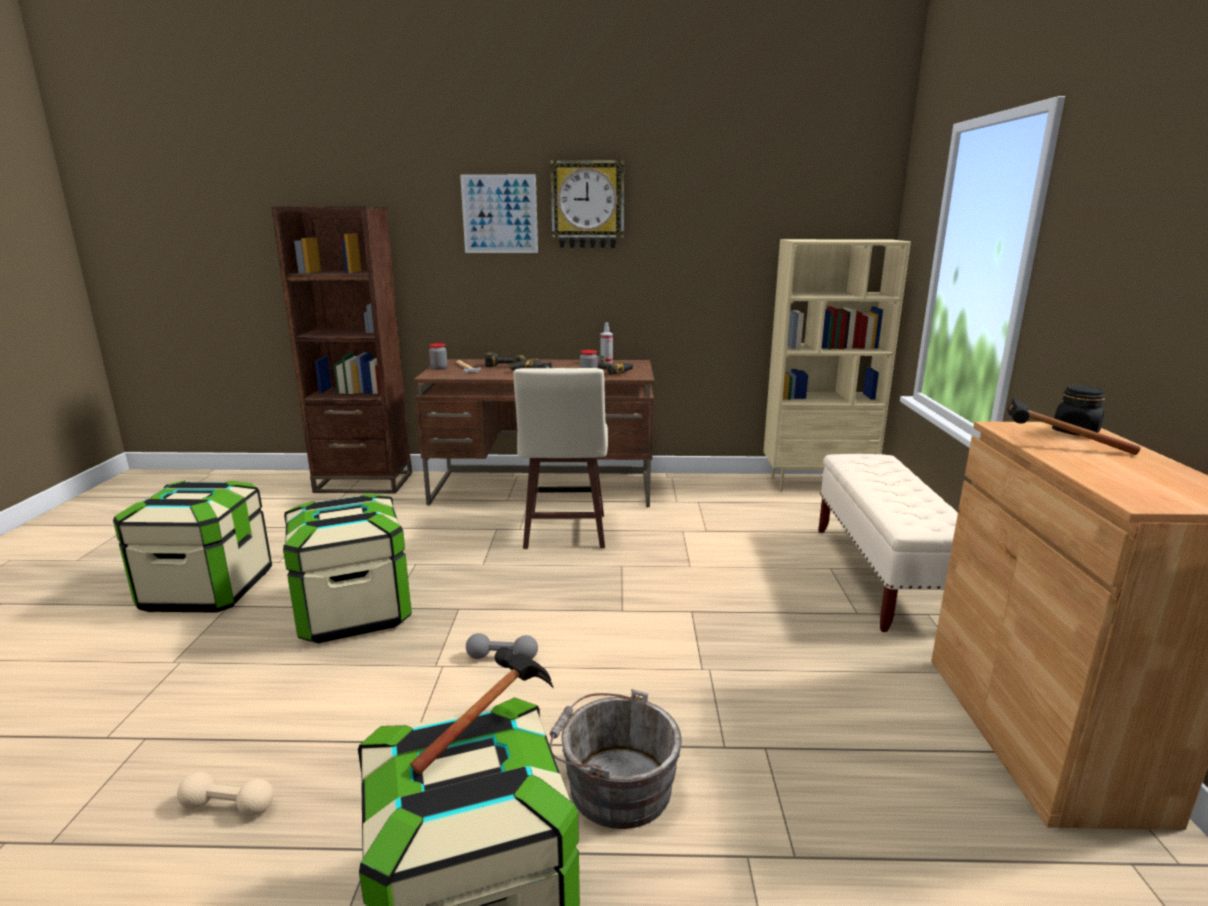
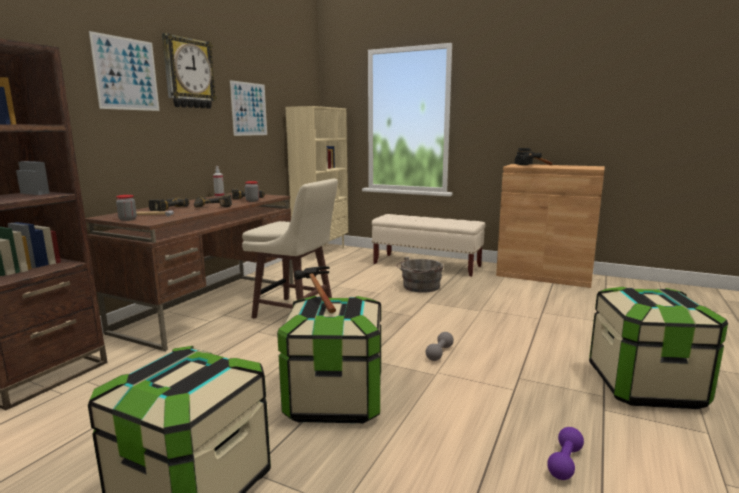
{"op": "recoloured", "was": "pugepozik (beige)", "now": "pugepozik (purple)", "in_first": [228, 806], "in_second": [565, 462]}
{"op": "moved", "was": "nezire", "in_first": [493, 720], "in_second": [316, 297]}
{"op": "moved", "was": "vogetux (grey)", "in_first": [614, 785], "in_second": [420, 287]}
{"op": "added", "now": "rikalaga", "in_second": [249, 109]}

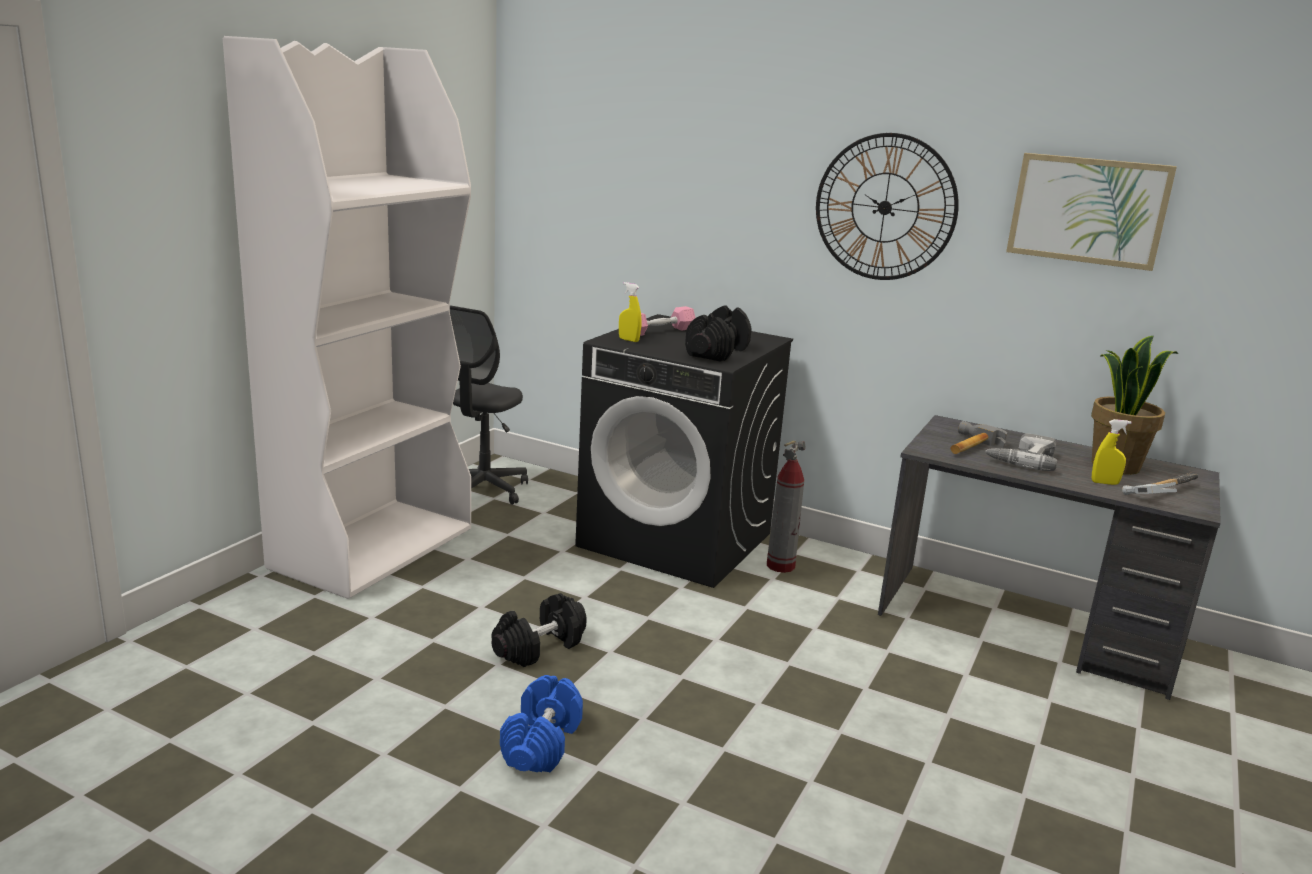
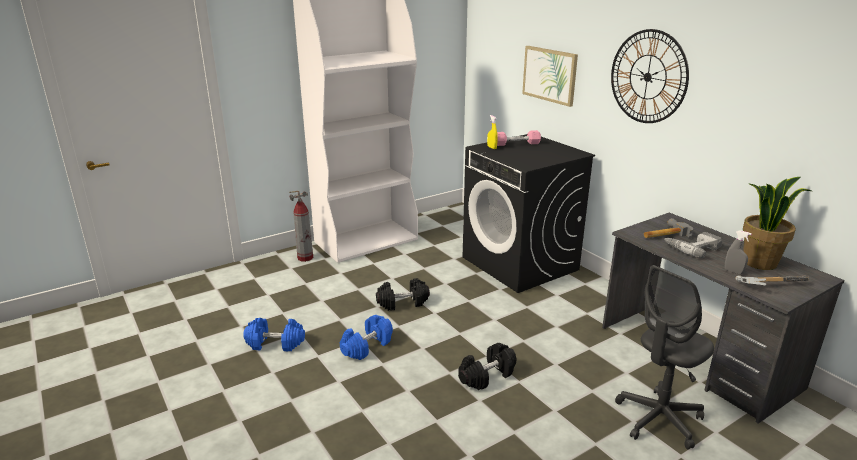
{"op": "moved", "was": "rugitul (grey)", "in_first": [483, 490], "in_second": [658, 419]}
{"op": "moved", "was": "pugepozik (black)", "in_first": [717, 352], "in_second": [487, 376]}
{"op": "moved", "was": "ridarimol", "in_first": [780, 565], "in_second": [305, 258]}
{"op": "moved", "was": "rikalaga", "in_first": [1088, 210], "in_second": [550, 75]}
{"op": "recoloured", "was": "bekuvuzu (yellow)", "now": "bekuvuzu (grey)", "in_first": [1104, 483], "in_second": [733, 272]}
{"op": "added", "now": "pugepozik (blue)", "in_second": [275, 343]}

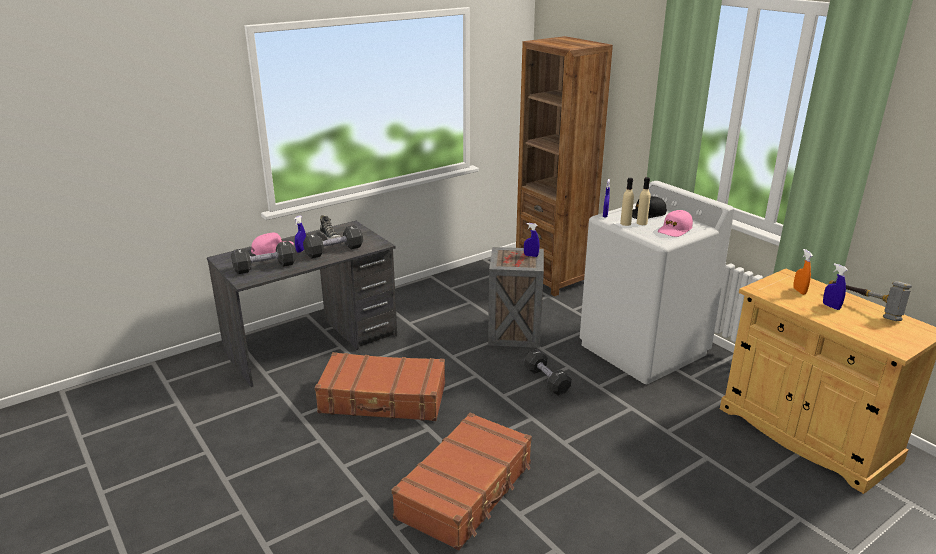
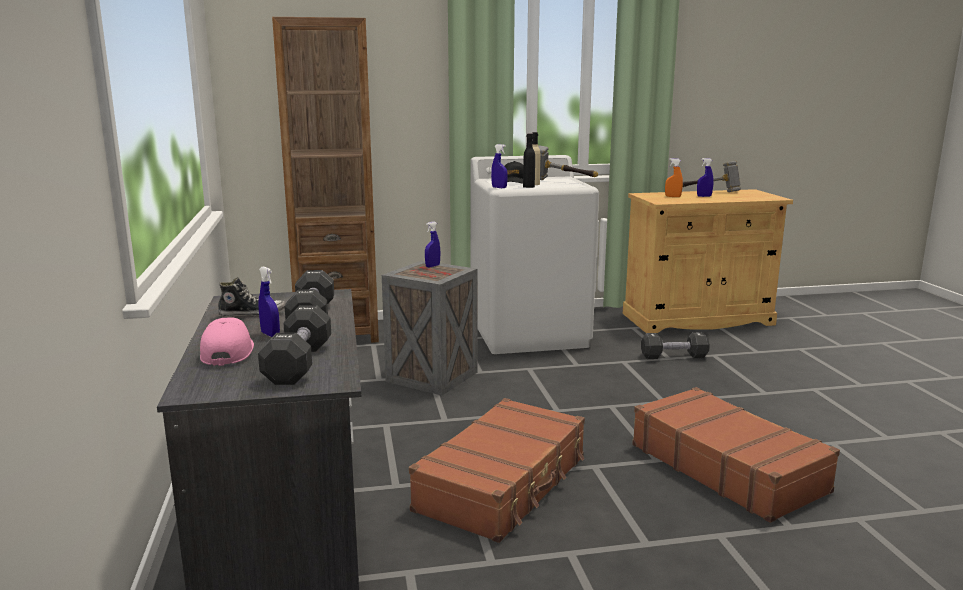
{"op": "moved", "was": "pugepozik (black)", "in_first": [546, 380], "in_second": [674, 356]}
{"op": "recoloured", "was": "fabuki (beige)", "now": "fabuki (black)", "in_first": [625, 223], "in_second": [528, 186]}
{"op": "replaced", "was": "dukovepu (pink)", "now": "nezire", "in_first": [674, 230], "in_second": [562, 181]}

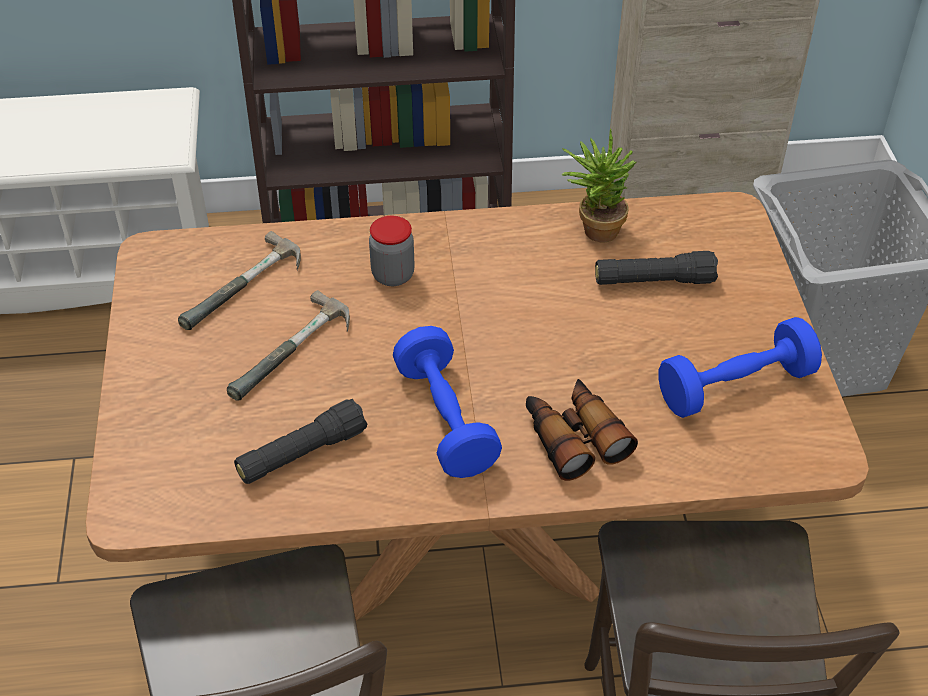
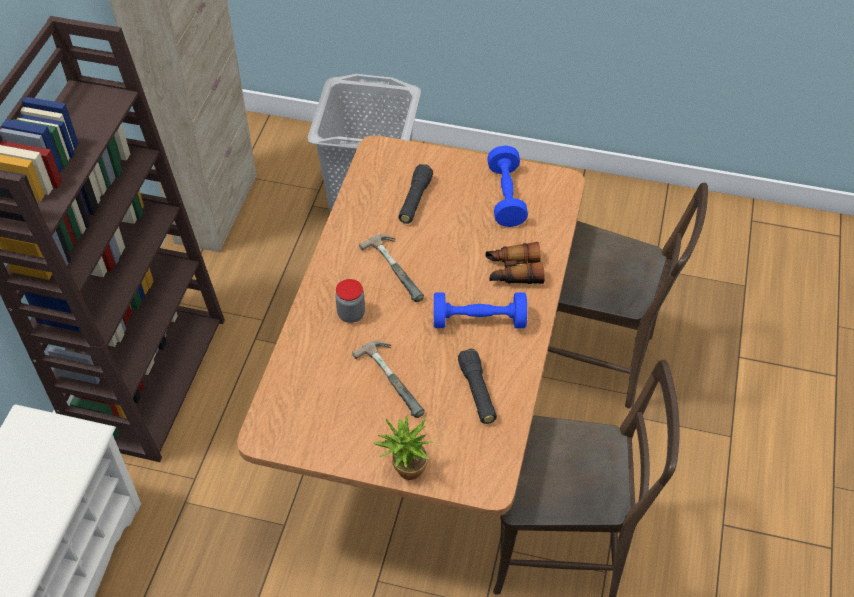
{"op": "moved", "was": "nezire", "in_first": [246, 290], "in_second": [399, 268]}
{"op": "moved", "was": "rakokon", "in_first": [594, 228], "in_second": [405, 472]}

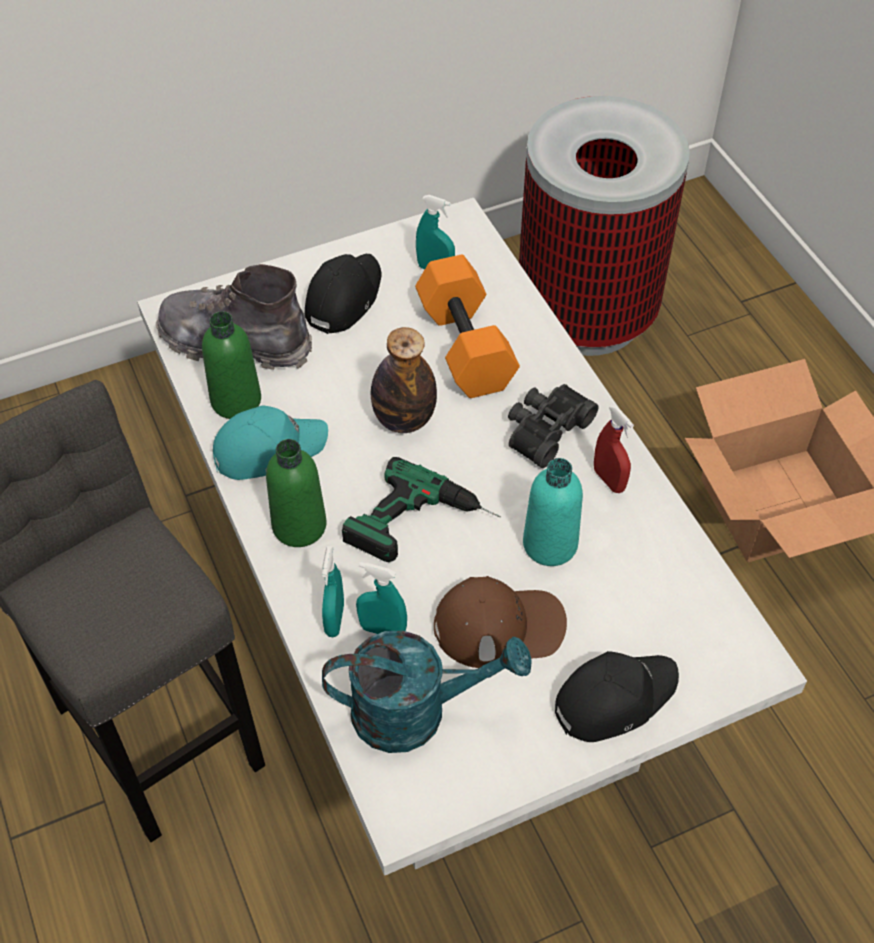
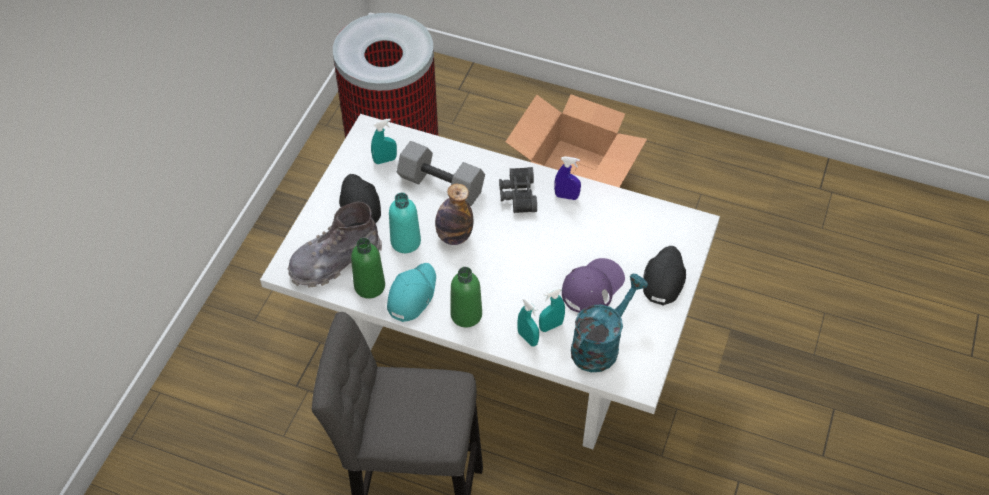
{"op": "removed", "was": "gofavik", "in_first": [424, 527]}
{"op": "recoloured", "was": "pugepozik (orange)", "now": "pugepozik (grey)", "in_first": [468, 346], "in_second": [442, 184]}
{"op": "recoloured", "was": "dukovepu (brown)", "now": "dukovepu (purple)", "in_first": [499, 625], "in_second": [592, 287]}
{"op": "moved", "was": "fabuki (turquoise)", "in_first": [550, 544], "in_second": [405, 242]}
{"op": "recoloured", "was": "bekuvuzu (red)", "now": "bekuvuzu (blue)", "in_first": [609, 480], "in_second": [566, 196]}

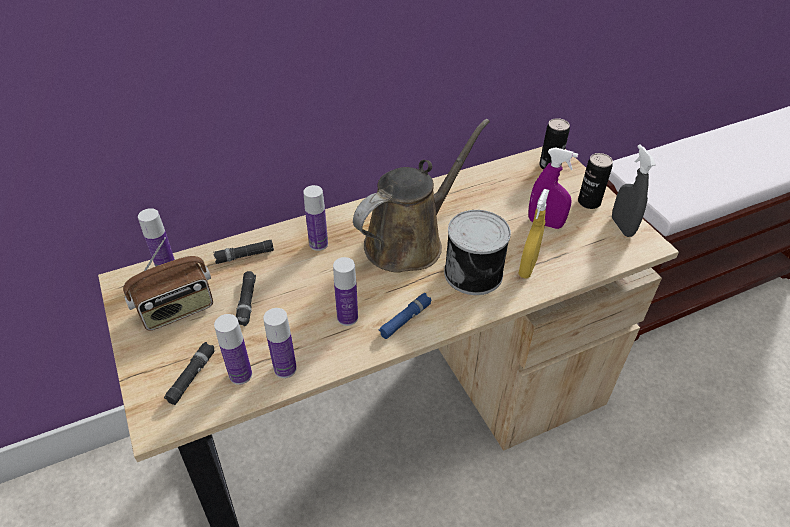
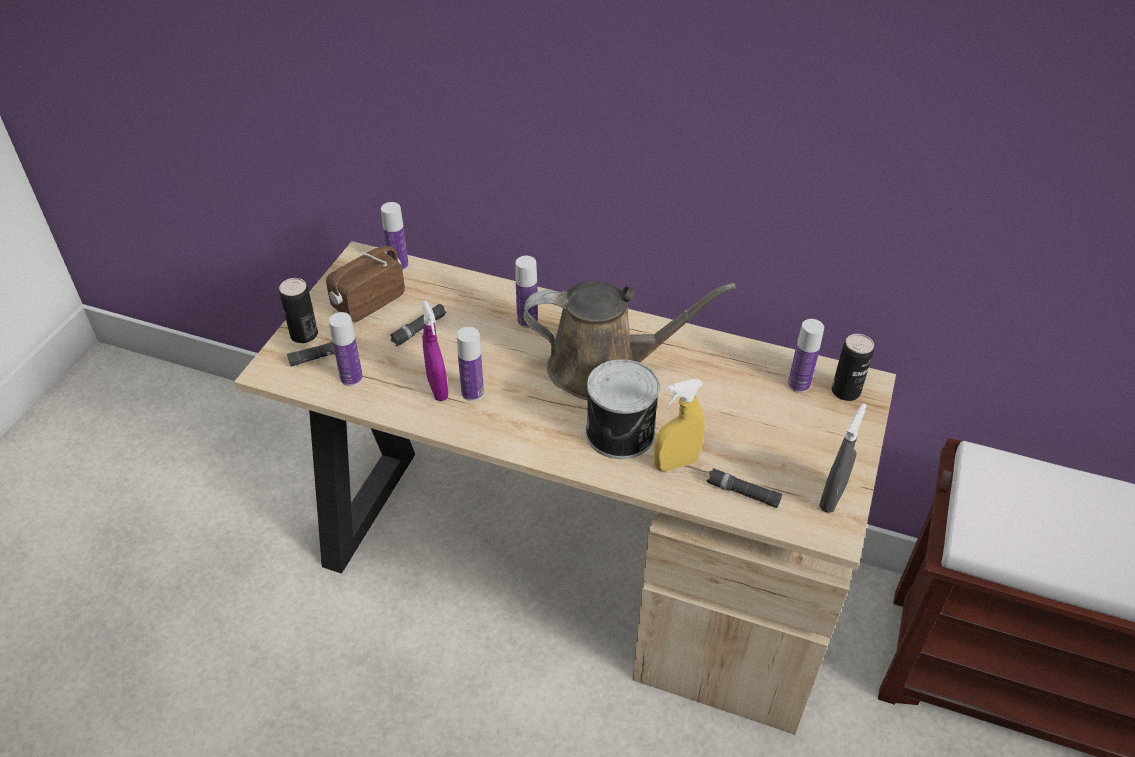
{"op": "turned", "was": "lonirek", "in_first": [177, 310], "in_second": [368, 302], "clockwise": 120}
{"op": "moved", "was": "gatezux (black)", "in_first": [244, 255], "in_second": [743, 493]}
{"op": "moved", "was": "fabuki", "in_first": [285, 368], "in_second": [798, 385]}
{"op": "removed", "was": "gatezux (blue)", "in_first": [405, 320]}
{"op": "moved", "was": "bekuvuzu (purple)", "in_first": [545, 223], "in_second": [437, 388]}
{"op": "moved", "was": "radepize", "in_first": [589, 202], "in_second": [304, 335]}

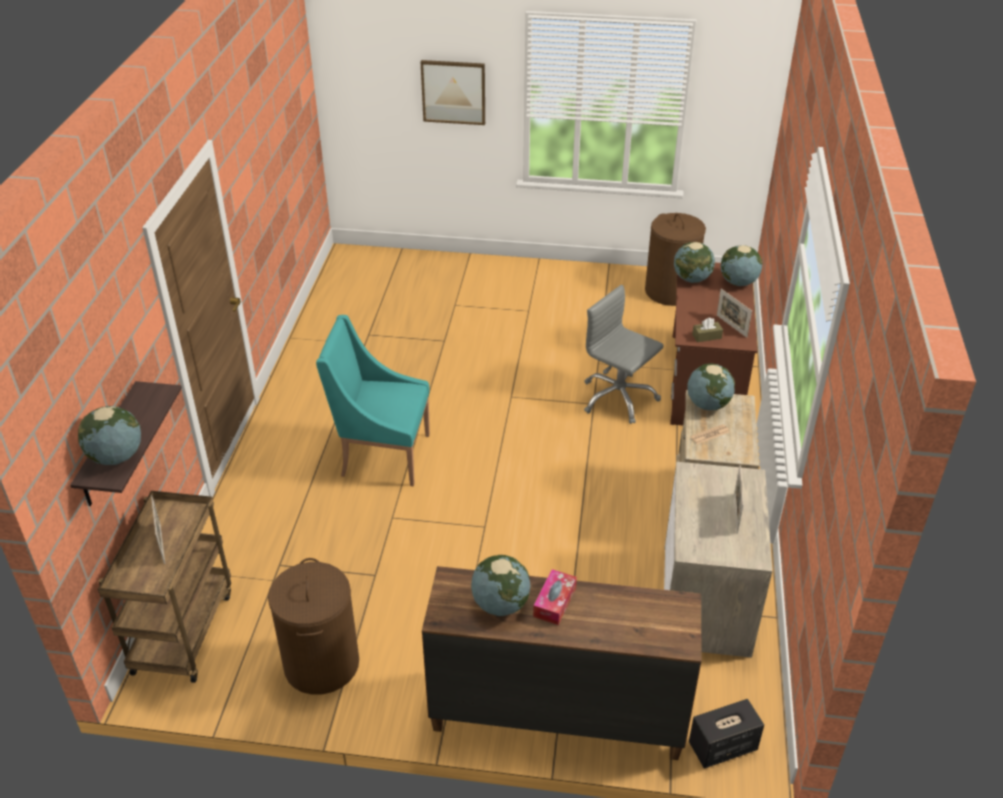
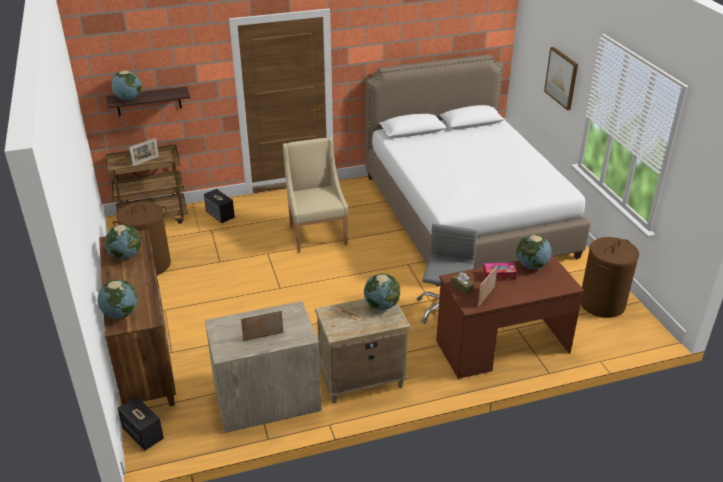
{"op": "recoloured", "was": "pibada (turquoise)", "now": "pibada (beige)", "in_first": [382, 455], "in_second": [316, 234]}
{"op": "moved", "was": "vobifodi", "in_first": [554, 602], "in_second": [499, 275]}
{"op": "moved", "was": "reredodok", "in_first": [738, 282], "in_second": [121, 314]}
{"op": "added", "now": "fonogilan", "in_second": [220, 215]}
{"op": "added", "now": "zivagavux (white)", "in_second": [465, 215]}

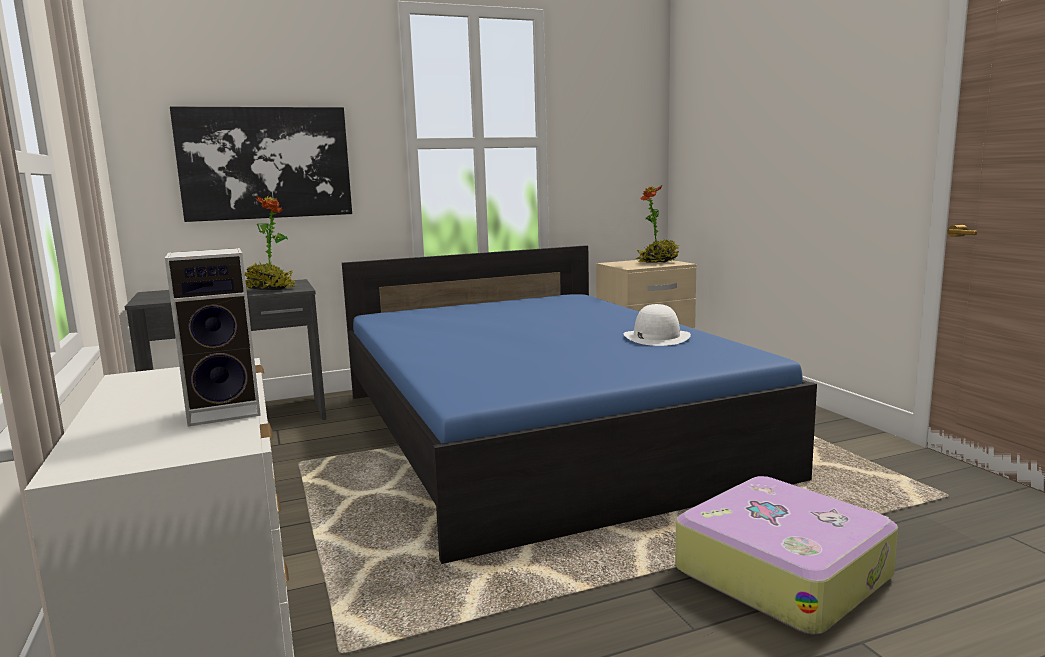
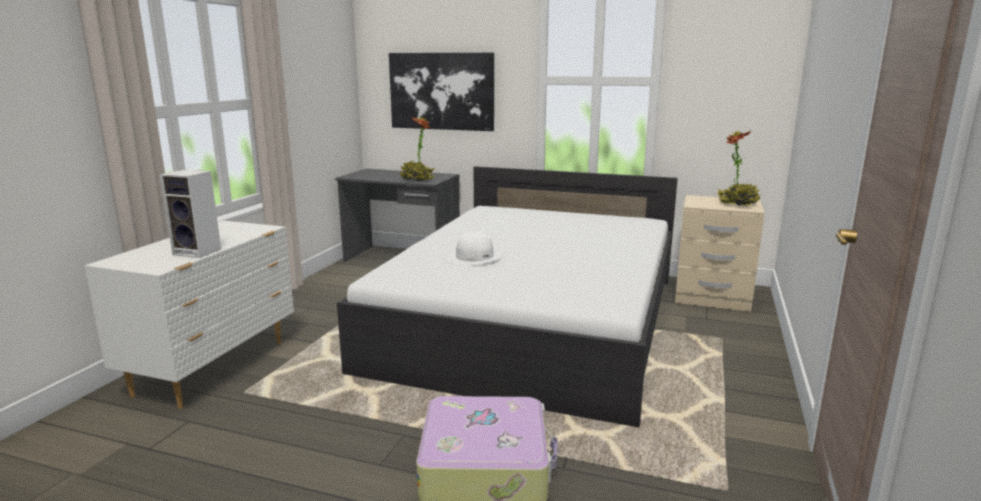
{"op": "recoloured", "was": "zivagavux (blue)", "now": "zivagavux (white)", "in_first": [538, 432], "in_second": [532, 321]}
{"op": "moved", "was": "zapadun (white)", "in_first": [656, 337], "in_second": [474, 257]}

